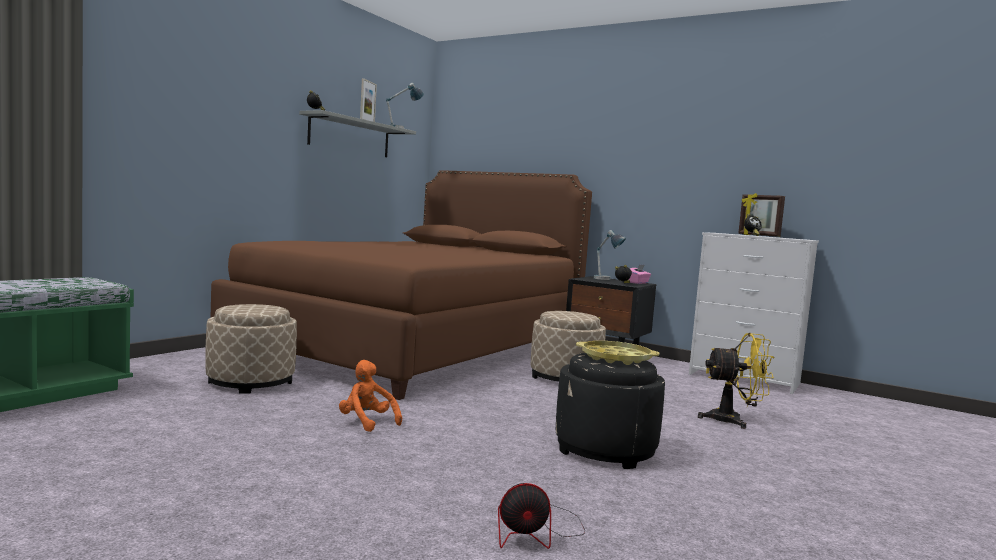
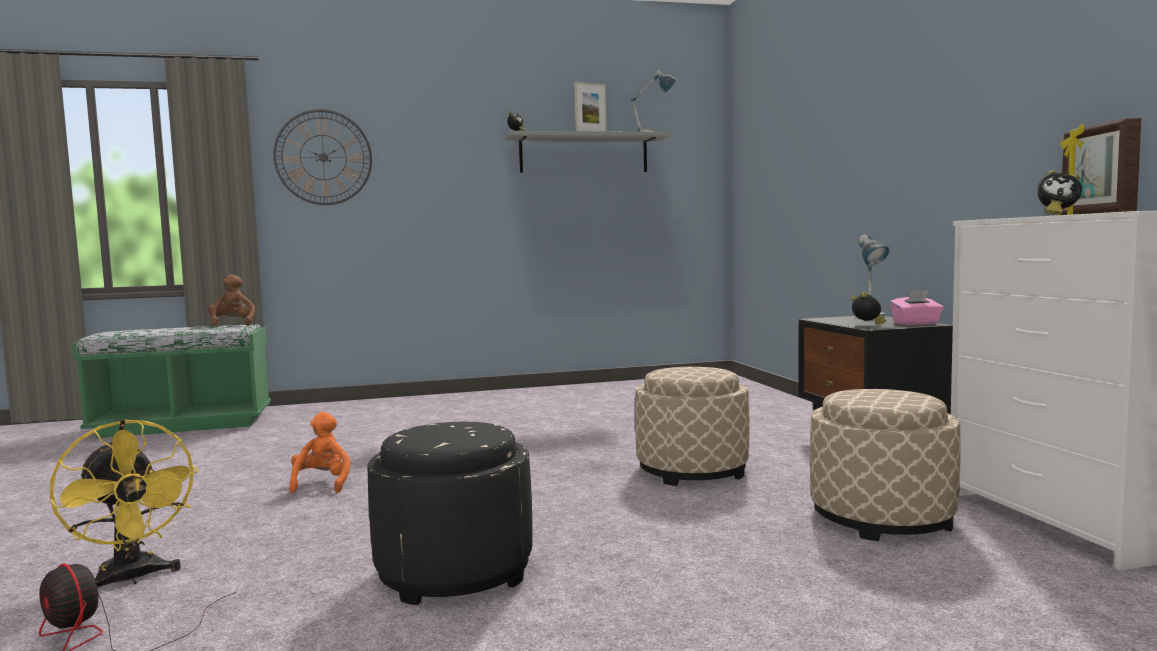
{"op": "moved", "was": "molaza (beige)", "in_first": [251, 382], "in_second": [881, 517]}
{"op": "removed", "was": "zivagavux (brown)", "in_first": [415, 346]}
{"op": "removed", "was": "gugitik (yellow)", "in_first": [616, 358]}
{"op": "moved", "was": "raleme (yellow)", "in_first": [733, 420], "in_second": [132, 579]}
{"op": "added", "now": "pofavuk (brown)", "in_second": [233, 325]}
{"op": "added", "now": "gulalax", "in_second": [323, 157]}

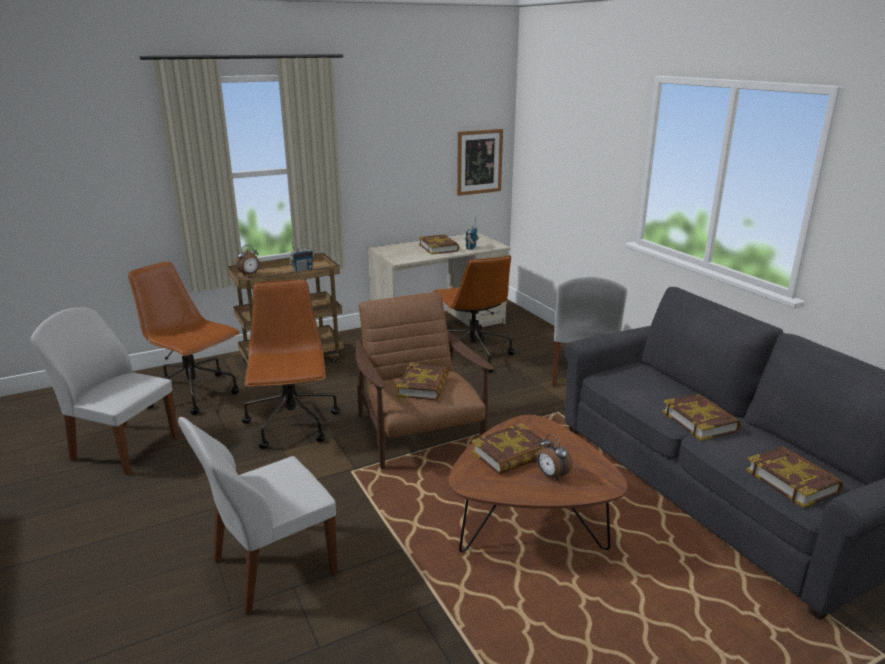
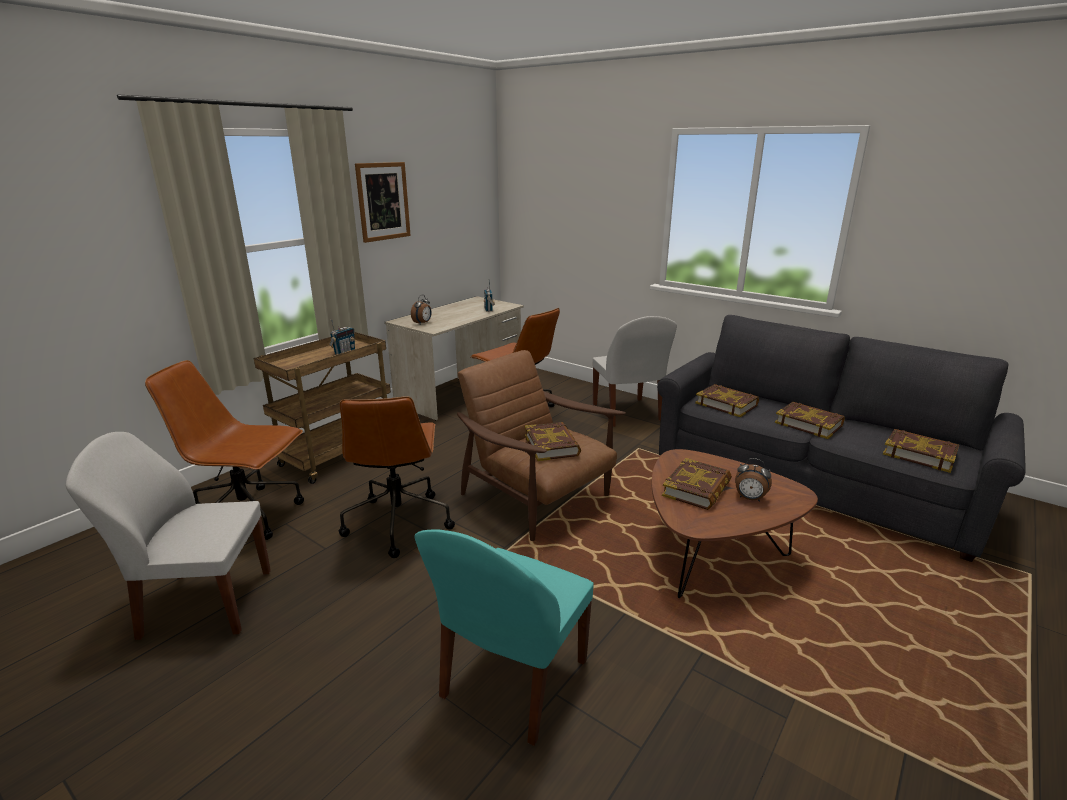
{"op": "recoloured", "was": "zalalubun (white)", "now": "zalalubun (turquoise)", "in_first": [270, 567], "in_second": [512, 681]}
{"op": "moved", "was": "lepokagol", "in_first": [249, 274], "in_second": [423, 323]}
{"op": "turned", "was": "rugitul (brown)", "in_first": [292, 425], "in_second": [398, 522], "clockwise": -150}
{"op": "moved", "was": "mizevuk", "in_first": [439, 248], "in_second": [726, 404]}
{"op": "moved", "was": "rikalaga", "in_first": [479, 162], "in_second": [383, 201]}

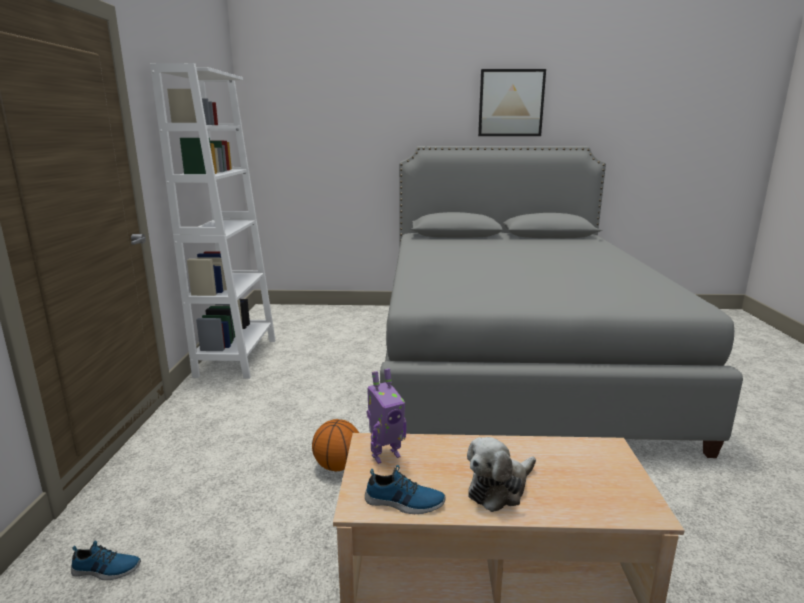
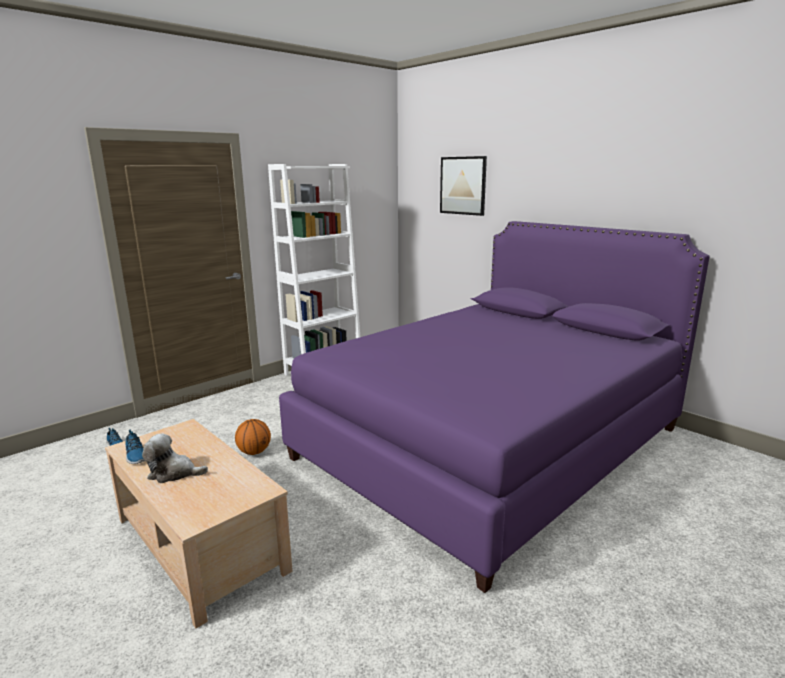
{"op": "removed", "was": "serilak", "in_first": [385, 455]}
{"op": "recoloured", "was": "zivagavux (grey)", "now": "zivagavux (purple)", "in_first": [513, 360], "in_second": [490, 443]}
{"op": "moved", "was": "rikalaga", "in_first": [511, 103], "in_second": [463, 185]}

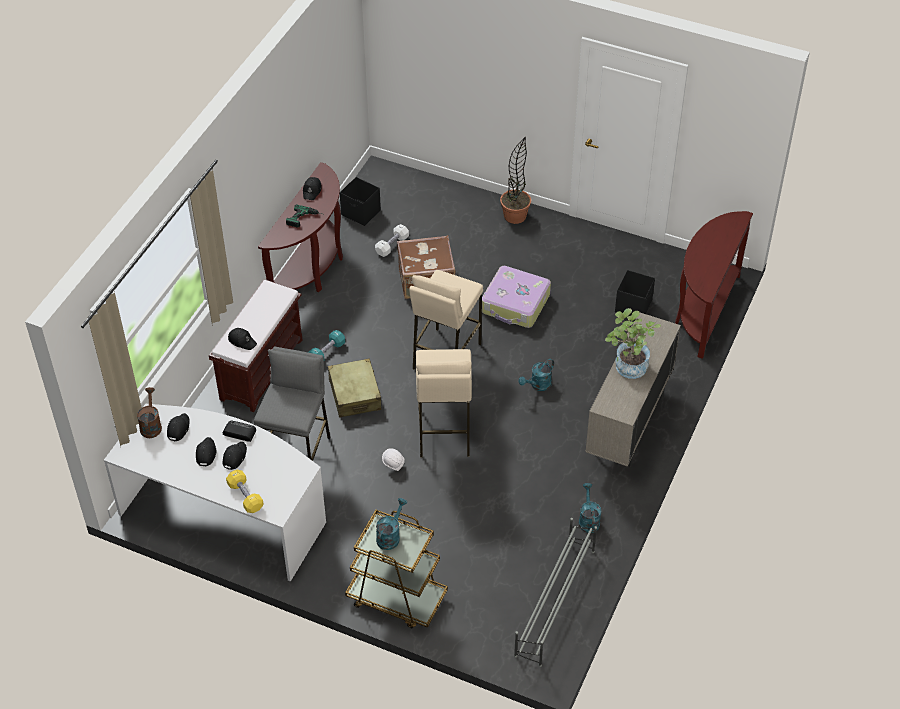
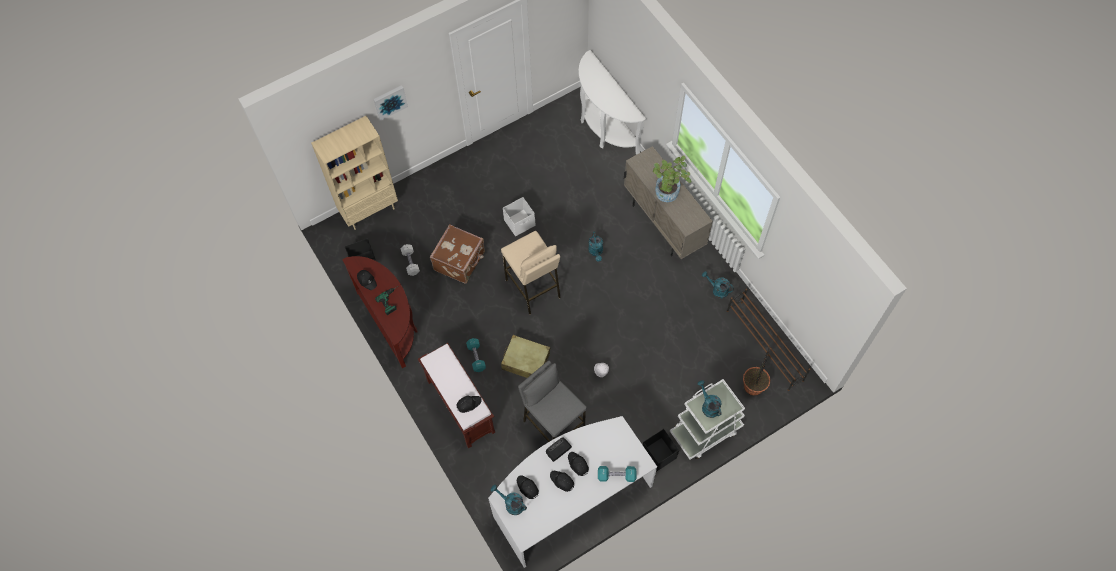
{"op": "recoloured", "was": "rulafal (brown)", "now": "rulafal (turquoise)", "in_first": [151, 425], "in_second": [511, 504]}
{"op": "recoloured", "was": "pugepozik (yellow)", "now": "pugepozik (turquoise)", "in_first": [245, 496], "in_second": [616, 475]}
{"op": "recoloured", "was": "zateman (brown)", "now": "zateman (white)", "in_first": [396, 598], "in_second": [705, 431]}
{"op": "removed", "was": "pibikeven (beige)", "in_first": [444, 432]}
{"op": "replaced", "was": "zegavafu", "now": "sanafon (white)", "in_first": [515, 304], "in_second": [520, 223]}
{"op": "moved", "was": "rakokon", "in_first": [515, 216], "in_second": [753, 386]}
{"op": "recoloured", "was": "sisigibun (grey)", "now": "sisigibun (brown)", "in_first": [554, 603], "in_second": [764, 345]}
{"op": "moved", "was": "sanafon (black)", "in_first": [633, 306], "in_second": [659, 454]}
{"op": "recoloured", "was": "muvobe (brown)", "now": "muvobe (white)", "in_first": [704, 311], "in_second": [604, 127]}
{"op": "added", "now": "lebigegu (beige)", "in_second": [369, 210]}
{"op": "added", "now": "rikalaga", "in_second": [390, 101]}

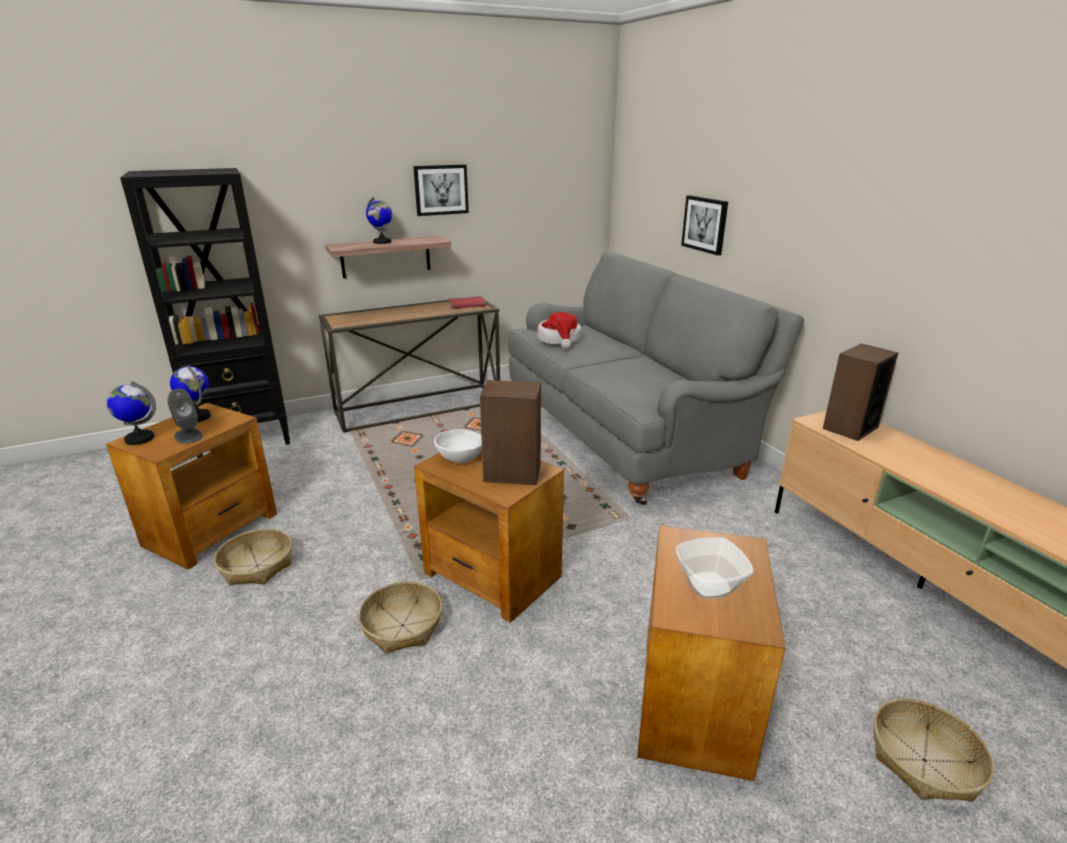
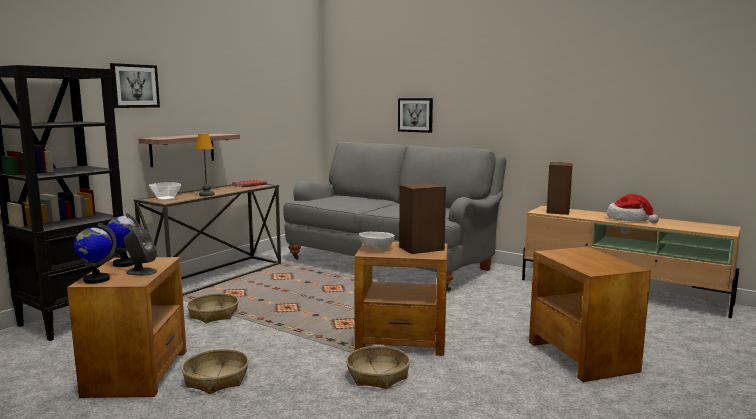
{"op": "removed", "was": "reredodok", "in_first": [382, 242]}
{"op": "moved", "was": "rikalaga", "in_first": [441, 190], "in_second": [134, 86]}
{"op": "moved", "was": "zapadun", "in_first": [559, 340], "in_second": [629, 219]}
{"op": "moved", "was": "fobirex", "in_first": [710, 586], "in_second": [166, 198]}
{"op": "moved", "was": "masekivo", "in_first": [923, 760], "in_second": [213, 314]}
{"op": "added", "now": "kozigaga", "in_second": [206, 194]}

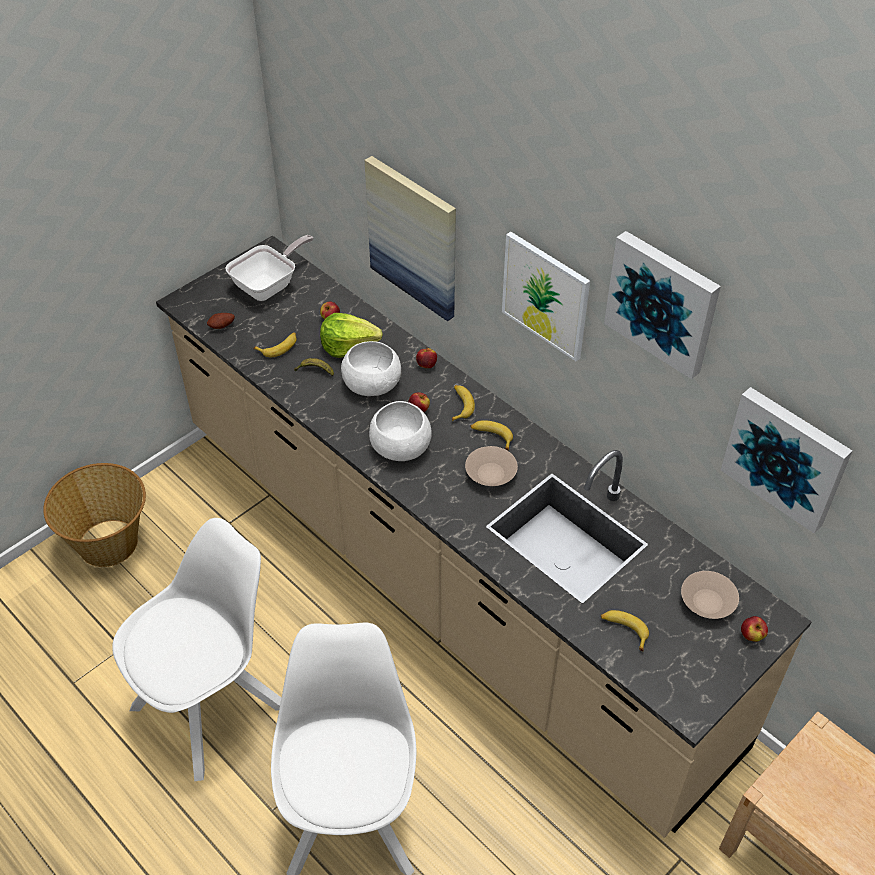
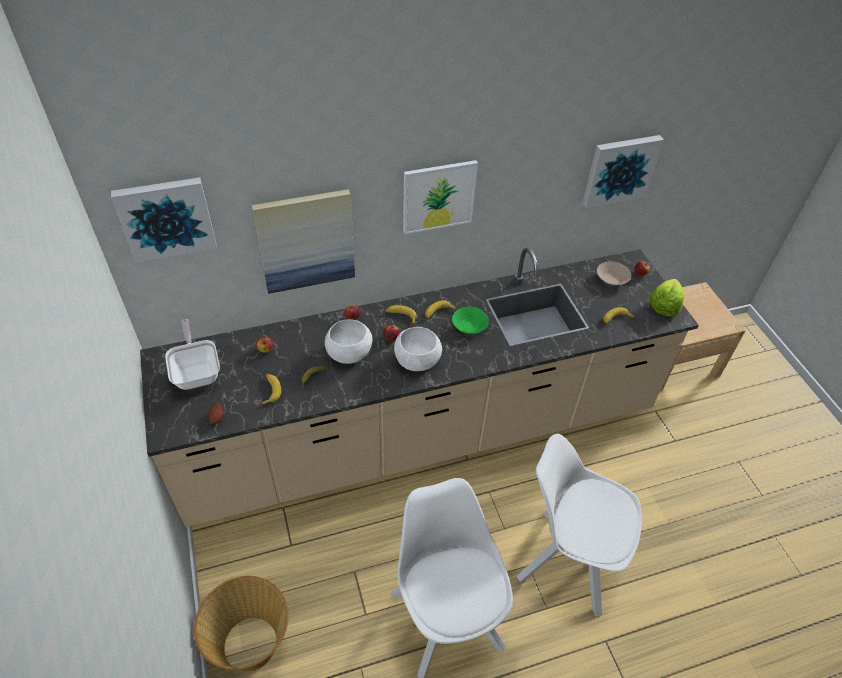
{"op": "moved", "was": "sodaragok", "in_first": [348, 346], "in_second": [664, 306]}
{"op": "recoloured", "was": "fobirex (beige)", "now": "fobirex (green)", "in_first": [491, 474], "in_second": [469, 326]}
{"op": "moved", "was": "rikalaga", "in_first": [663, 302], "in_second": [166, 217]}

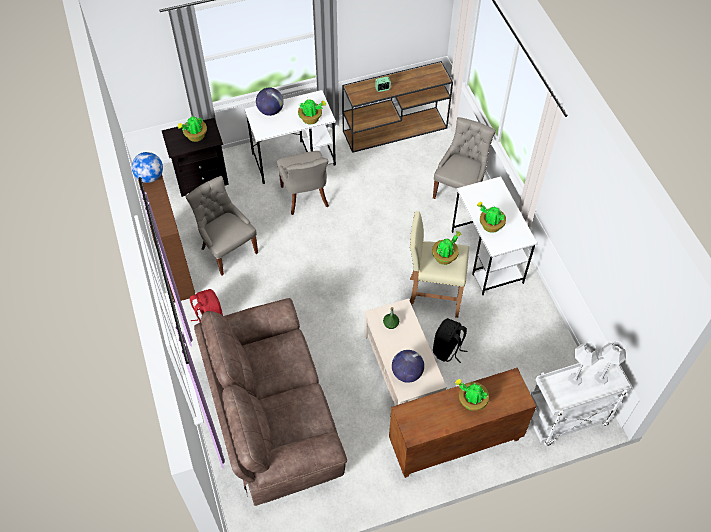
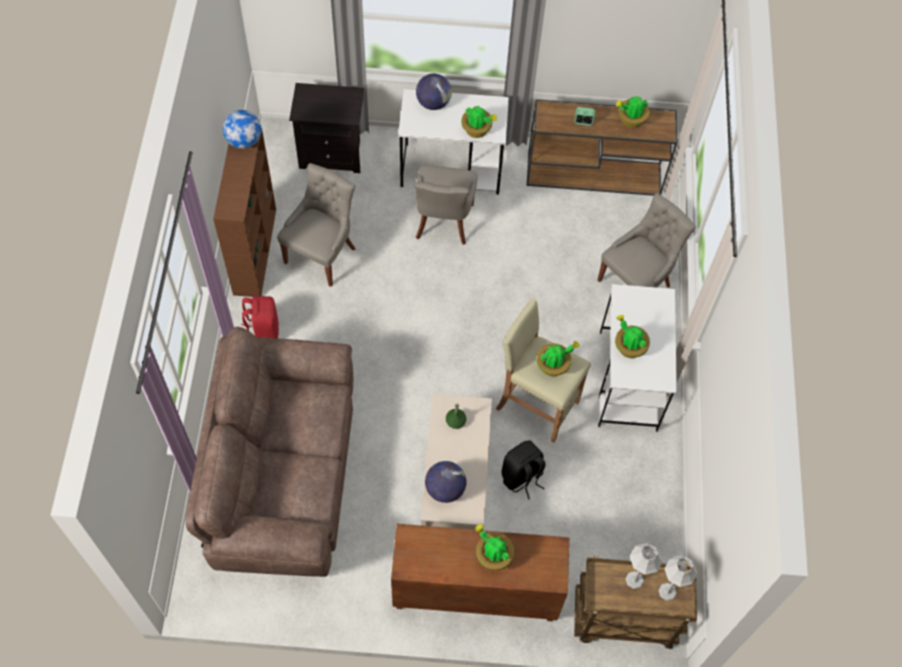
{"op": "moved", "was": "rakokon", "in_first": [195, 136], "in_second": [630, 120]}
{"op": "turned", "was": "zalalubun (grey)", "in_first": [228, 250], "in_second": [322, 254], "clockwise": 45}
{"op": "recoloured", "was": "zateman (white)", "now": "zateman (brown)", "in_first": [566, 419], "in_second": [622, 620]}

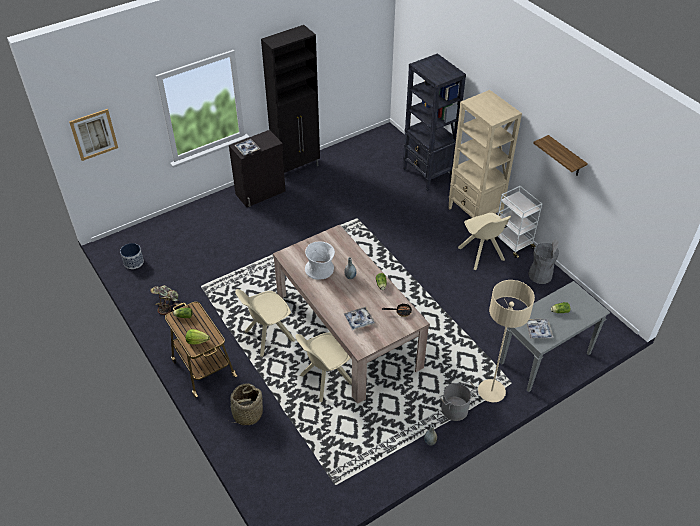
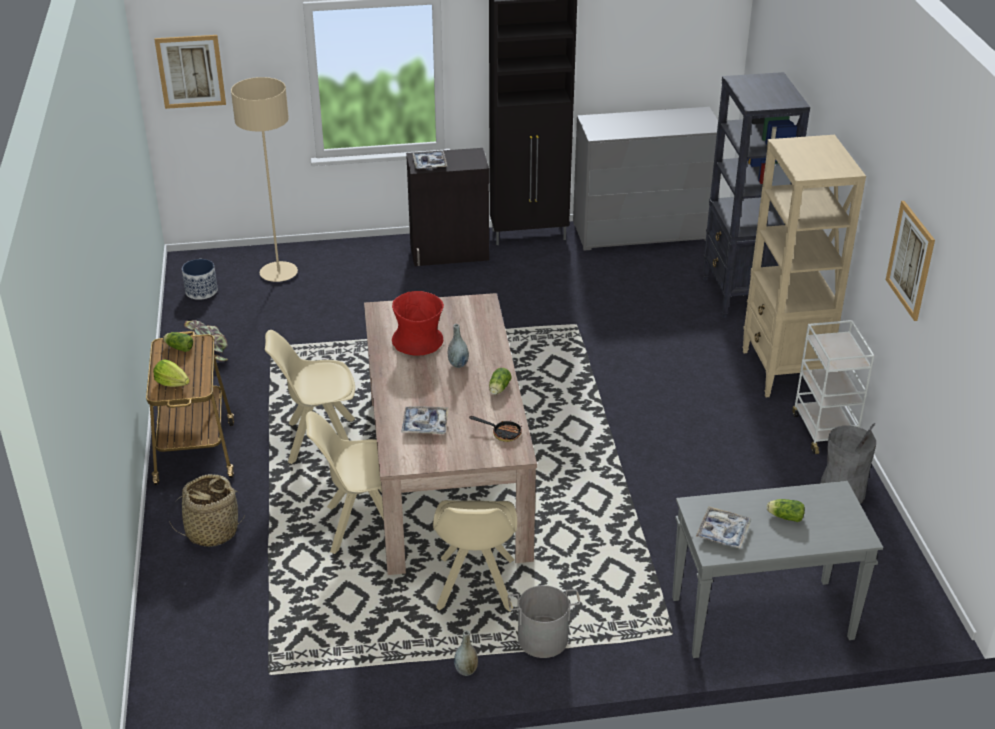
{"op": "recoloured", "was": "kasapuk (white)", "now": "kasapuk (red)", "in_first": [320, 270], "in_second": [418, 342]}
{"op": "moved", "was": "zalalubun (beige)", "in_first": [481, 255], "in_second": [475, 585]}
{"op": "moved", "was": "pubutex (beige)", "in_first": [491, 391], "in_second": [278, 273]}
{"op": "replaced", "was": "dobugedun", "now": "rikalaga", "in_first": [565, 157], "in_second": [910, 260]}
{"op": "added", "now": "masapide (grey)", "in_second": [642, 232]}

